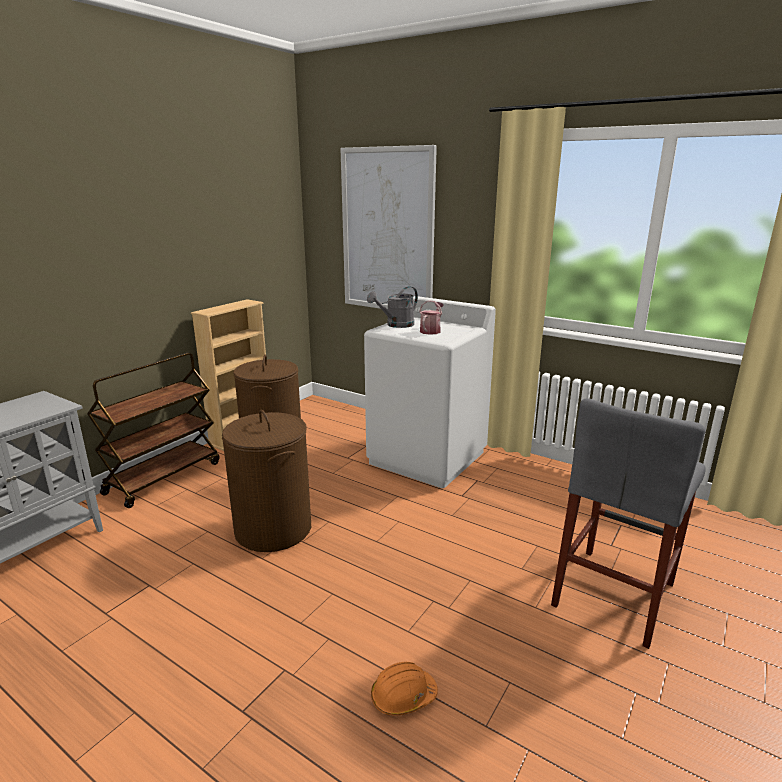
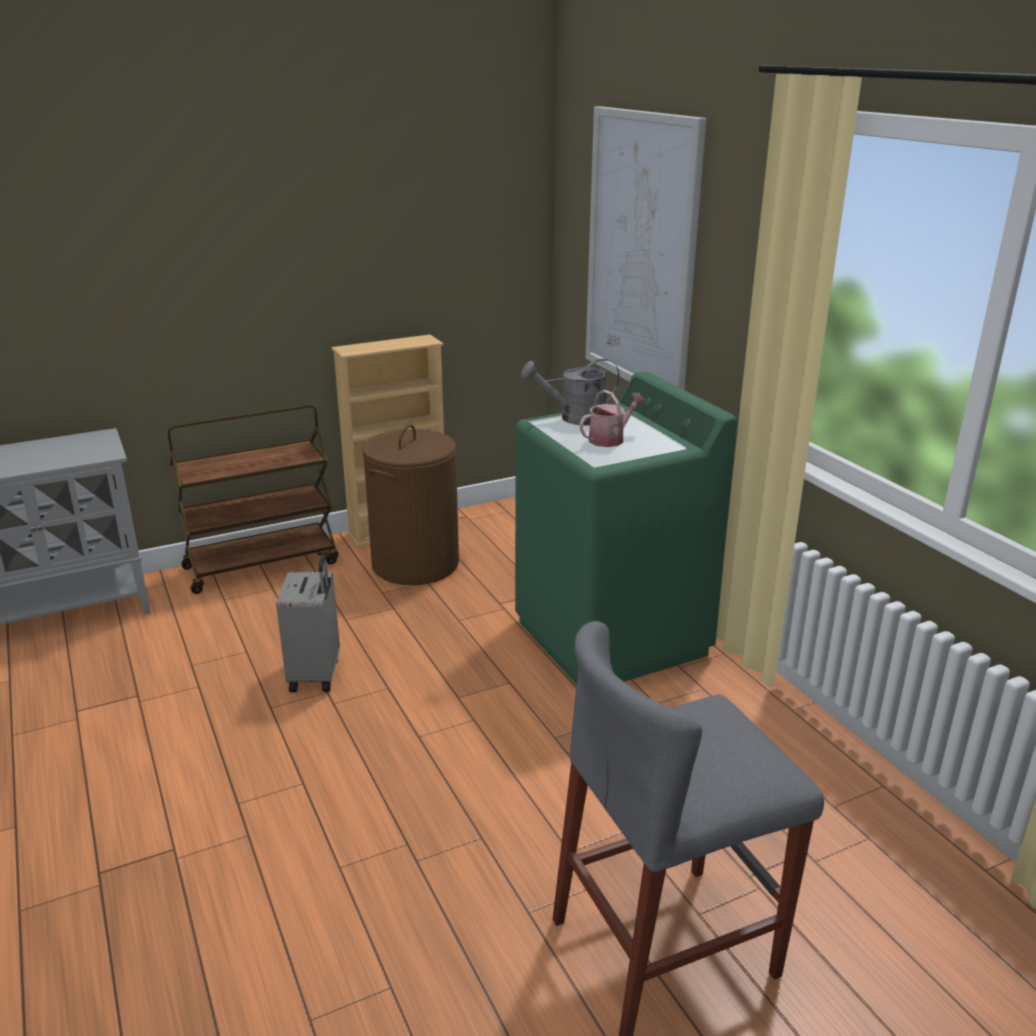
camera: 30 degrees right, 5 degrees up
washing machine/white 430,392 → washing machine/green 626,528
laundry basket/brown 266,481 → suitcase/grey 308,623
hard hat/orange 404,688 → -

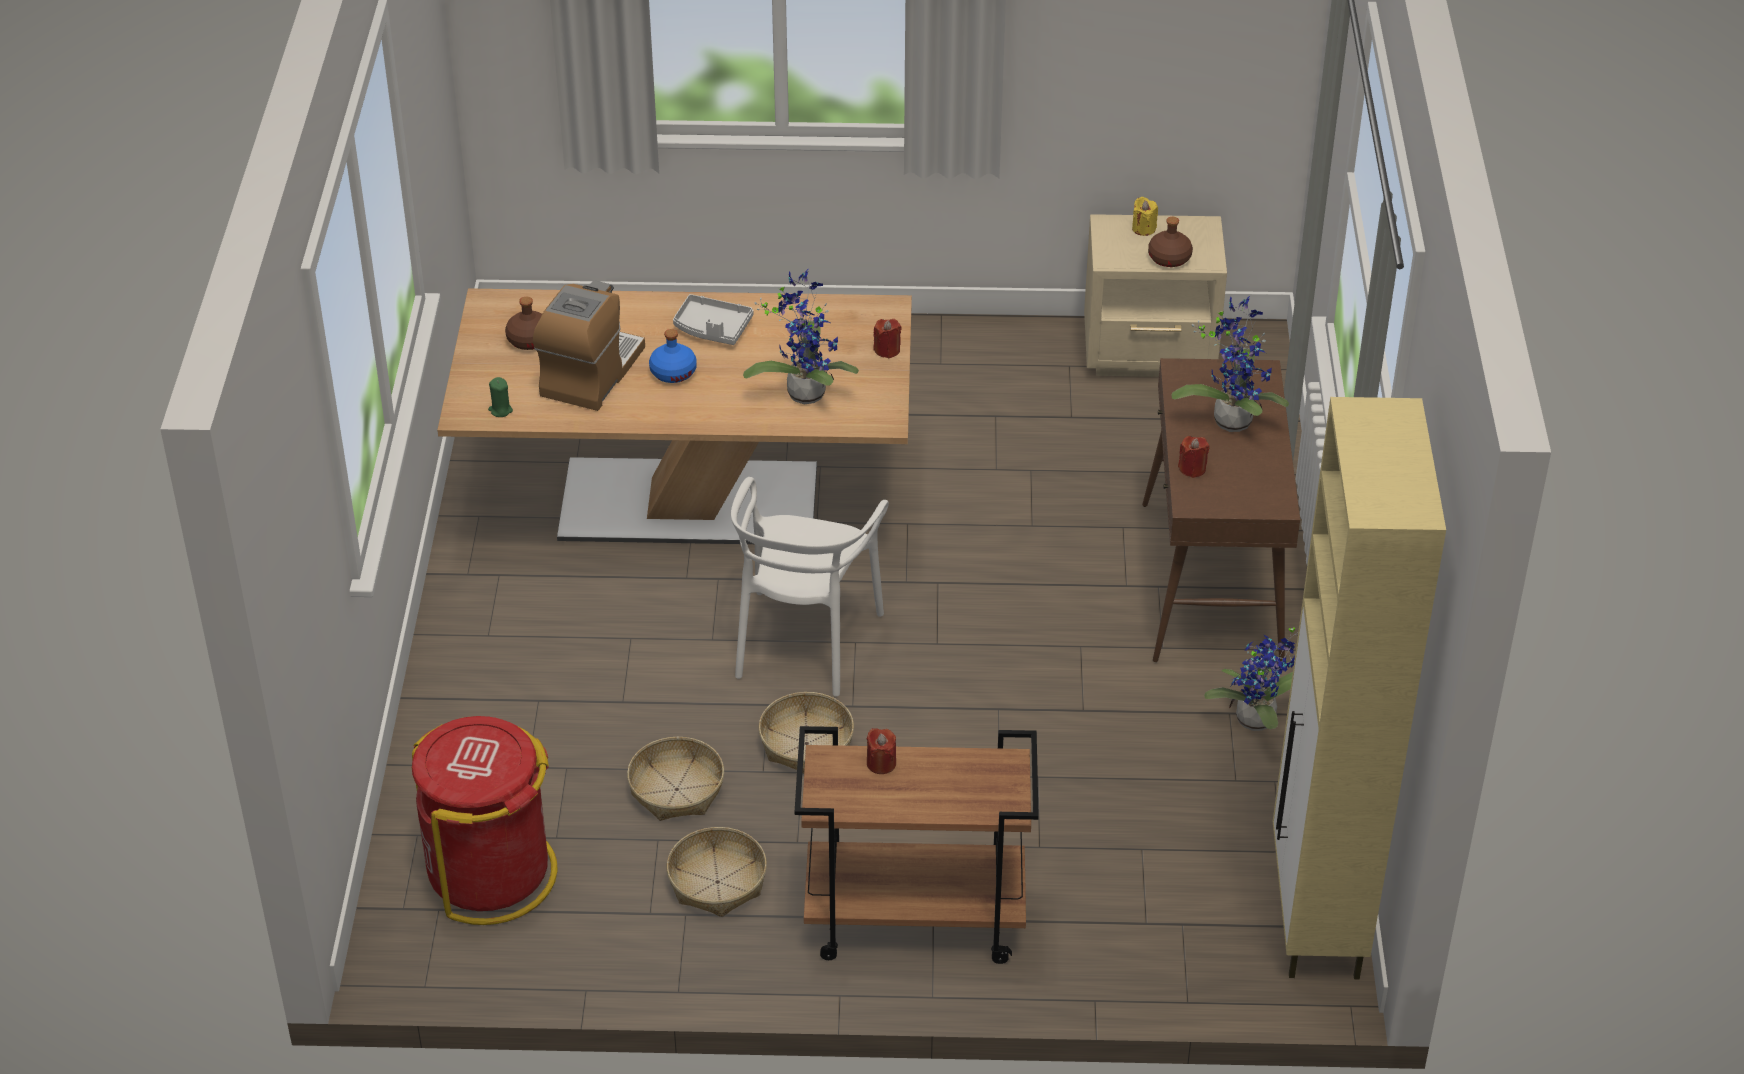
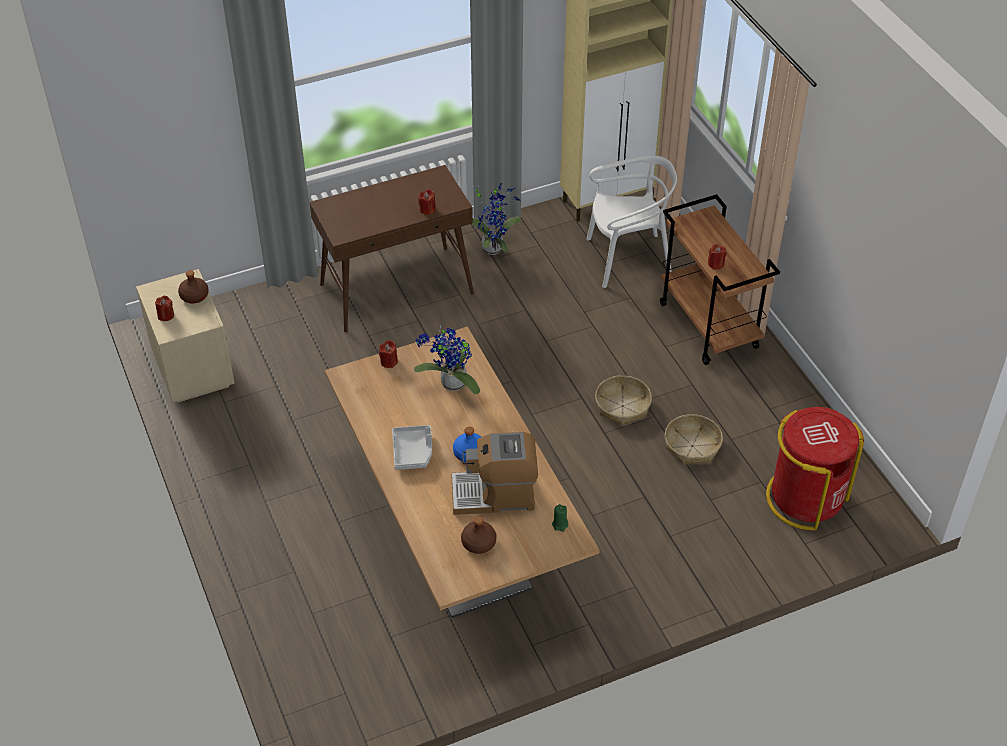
camera: 115 degrees left, 5 degrees up
candle/yellow 1145,216 → candle/red 164,308
potted plant 1230,364 → -
chair/white 810,586 → chair/white 632,222, shifted
basket 717,872 → -

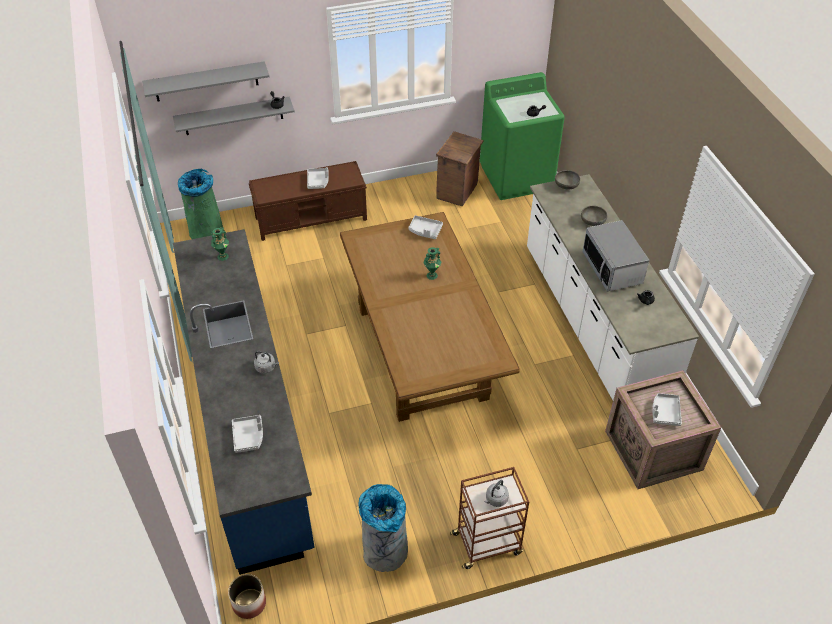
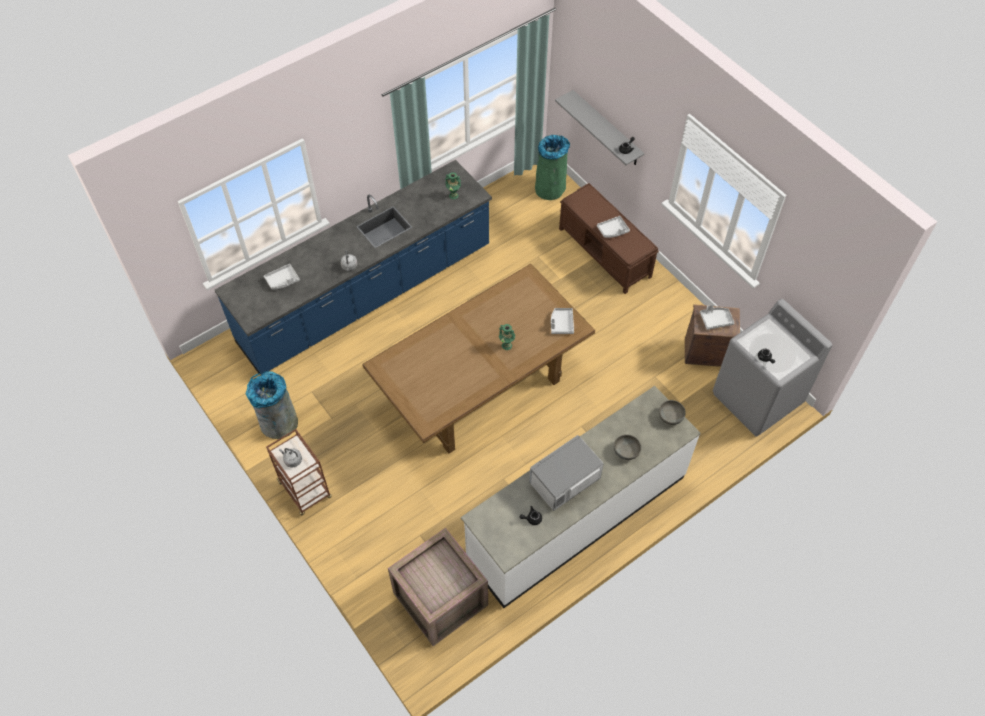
camera: 70 degrees right, 10 degrees up
shelf/grey 206,81 → -
washing machine/green 522,136 → washing machine/grey 772,368
tray/grey 667,409 → tray/grey 717,317, shifted
planter 247,596 → -

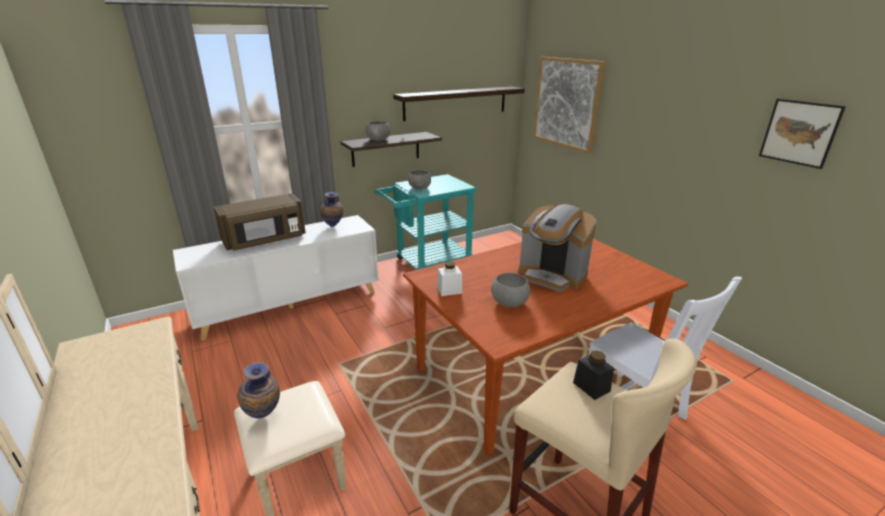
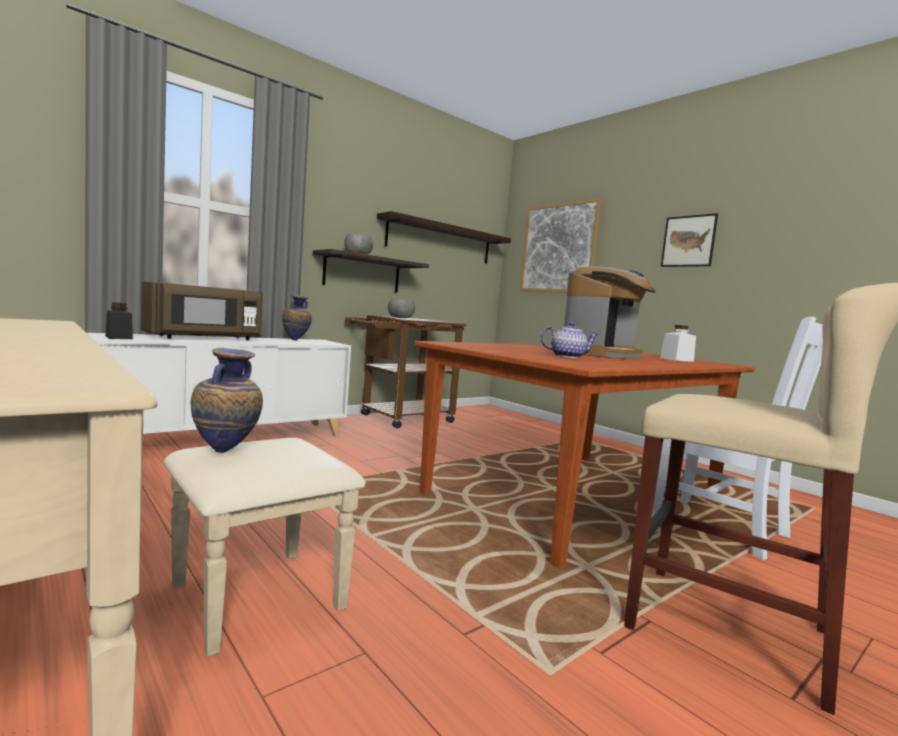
camera: 10 degrees left, 20 degrees down
picture 802,134 → picture 689,240, shifted
cart/turquoise 426,222 → cart/brown 406,372
coffee machine 557,248 → coffee machine 610,312, 75 degrees counterclockwise
jar/white 449,278 → jar/white 678,343, shifted
bowl/grey 510,290 → teapot 570,340
jar/black 593,375 → jar/black 119,320, shifted

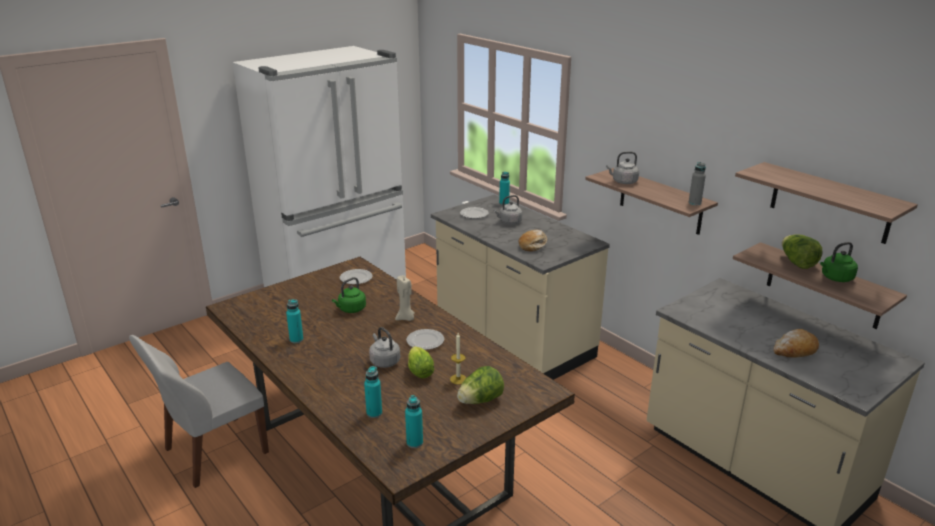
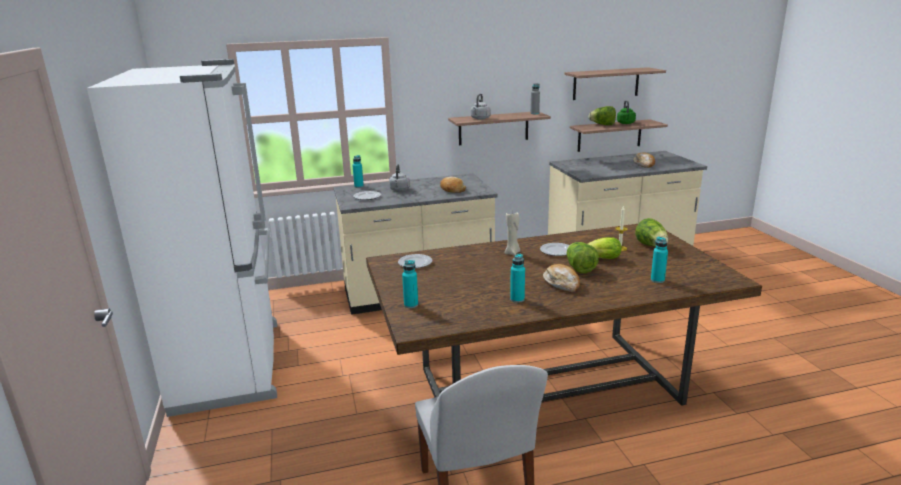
camera: 65 degrees left, 5 degrees down
kettle/green 349,295 → -
kettle/grey 384,347 → lettuce 583,257
bottle/turquoise 414,421 → bottle/turquoise 410,284, shifted
- → bread 561,278

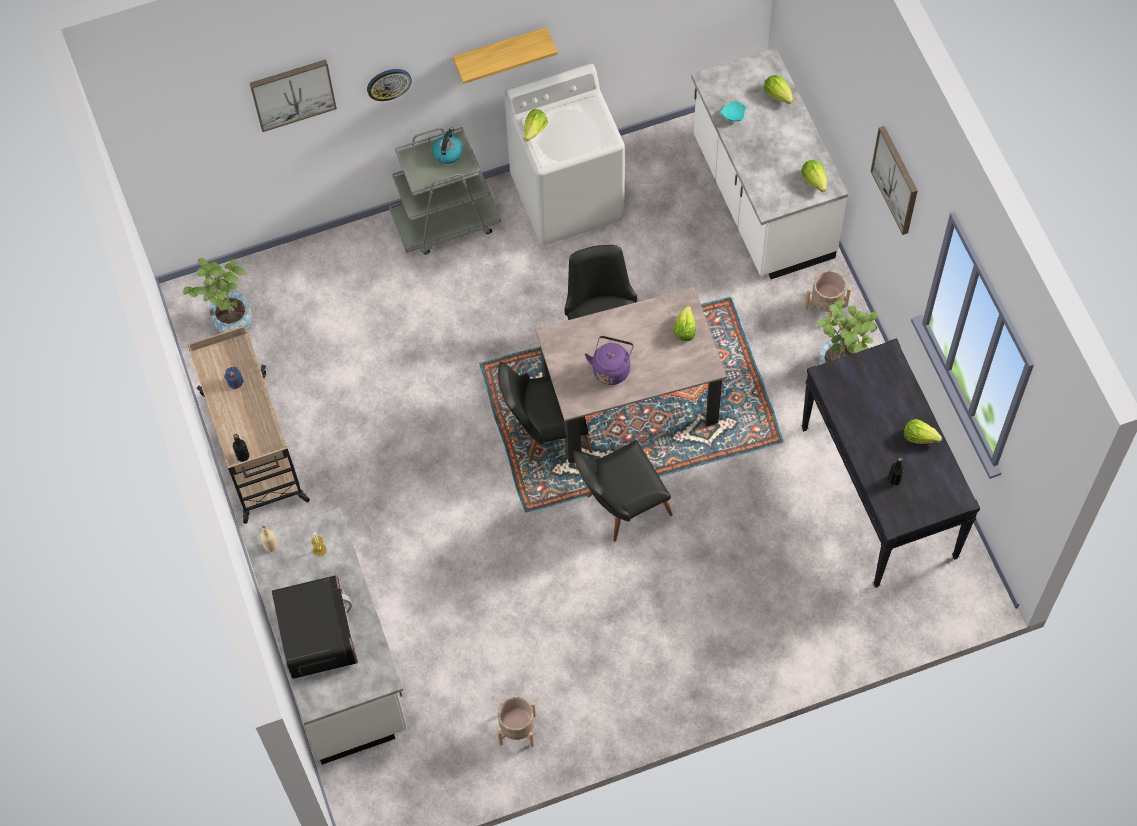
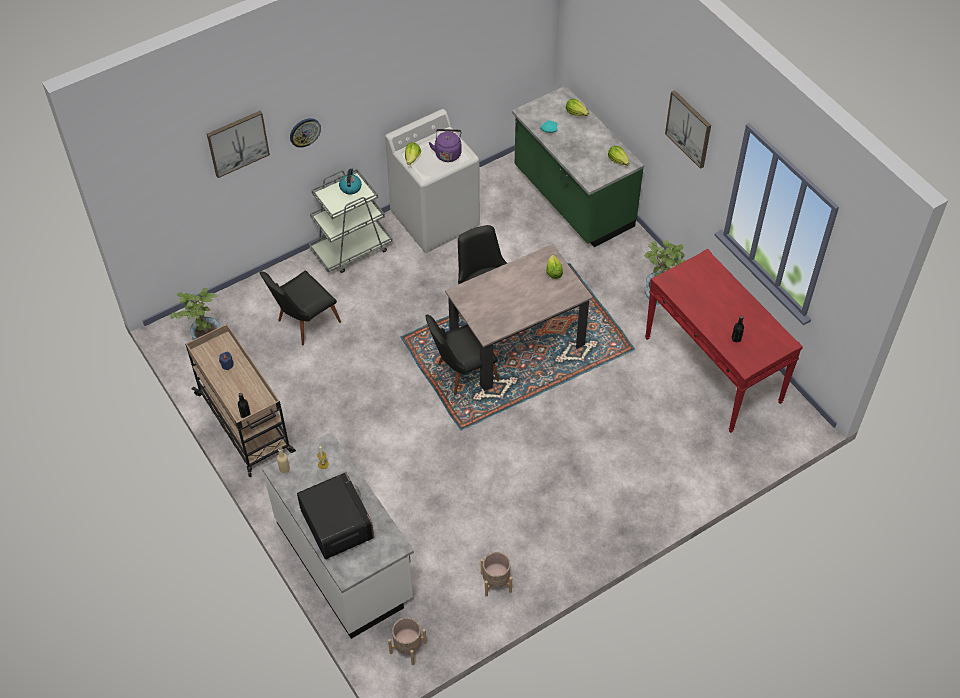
camera: 15 degrees left, 10 degrees down
shelf 505,55 → -
counter/white 769,163 → counter/green 578,166
planter/beige 827,296 → planter/beige 407,641, shifted
kettle/purple 609,360 → kettle/purple 445,145, shifted
console table/black 890,463 → console table/red 724,341
lettuce 922,431 → -
chair/black 623,491 → chair/black 300,308, shifted

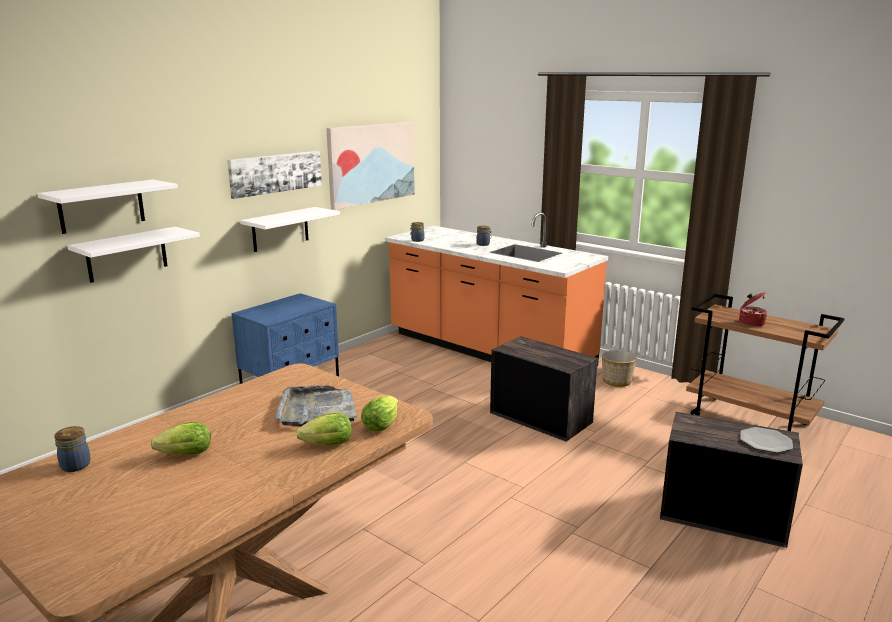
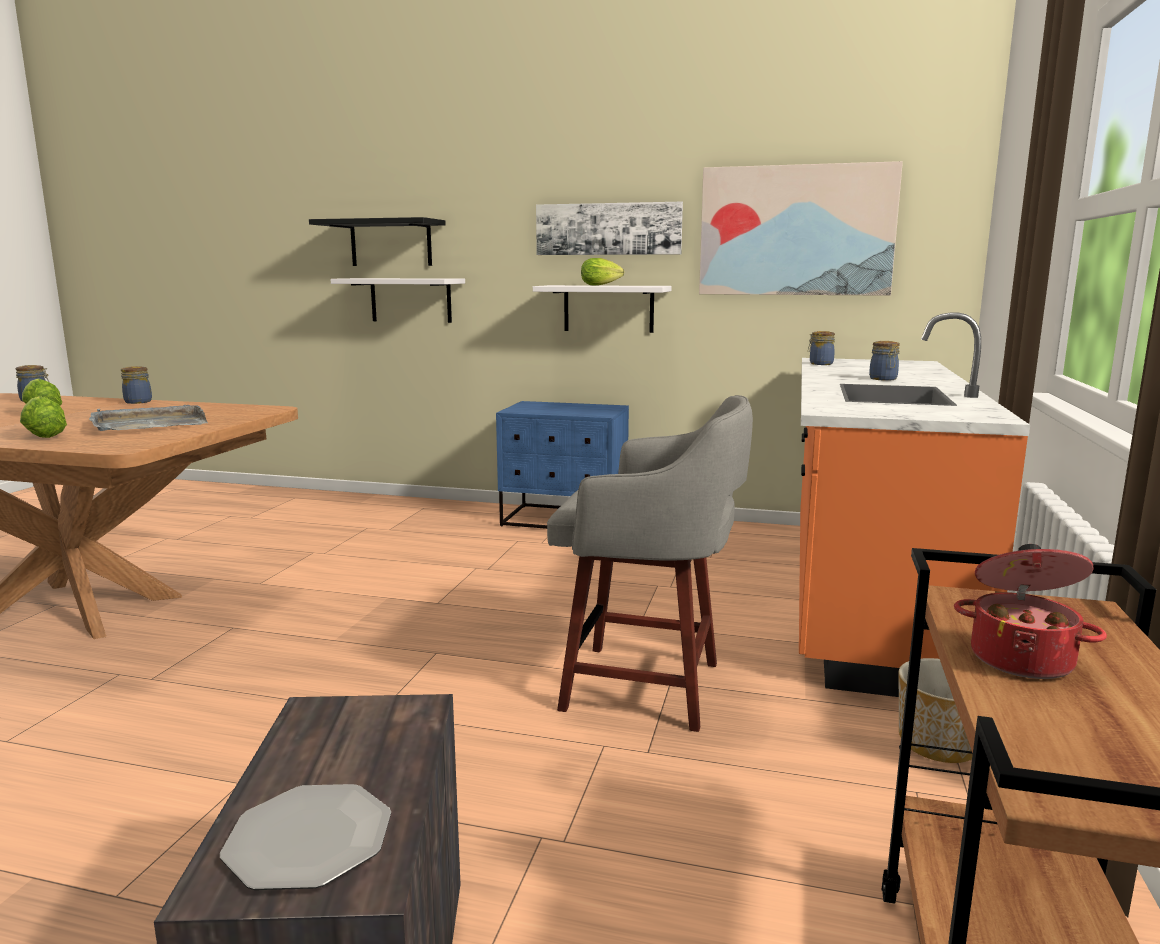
camera: 65 degrees right, 5 degrees down
shelf/white 107,206 → shelf/black 377,241
crate 544,389 → stool/grey 650,563
lettuce 379,413 → lettuce 602,272, shifted
- → jar 136,385

